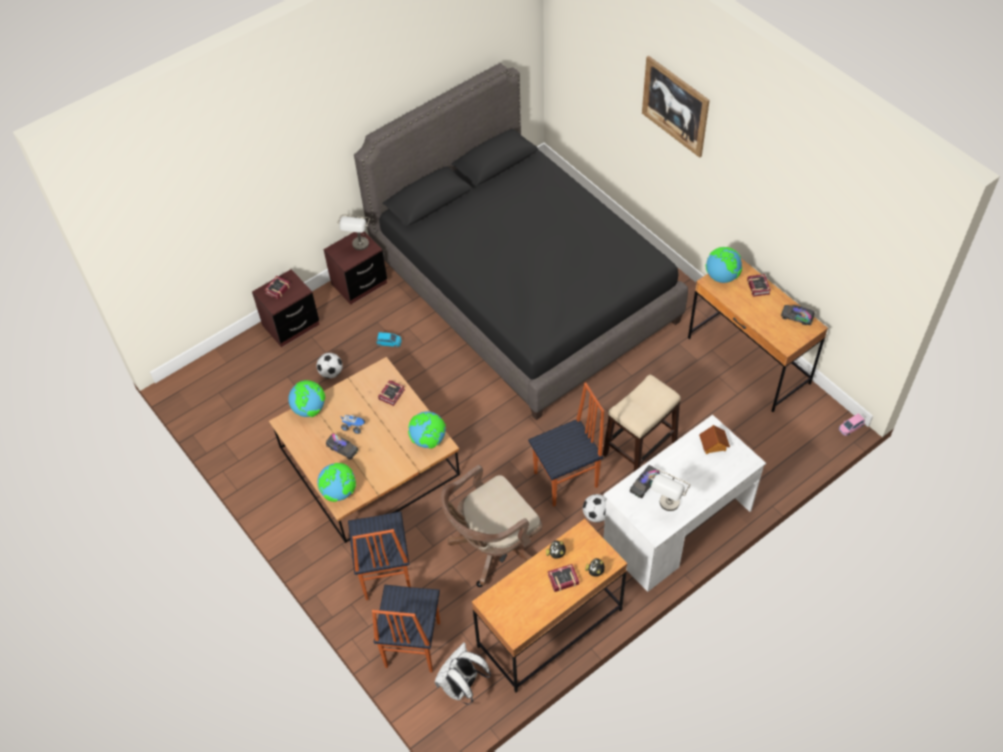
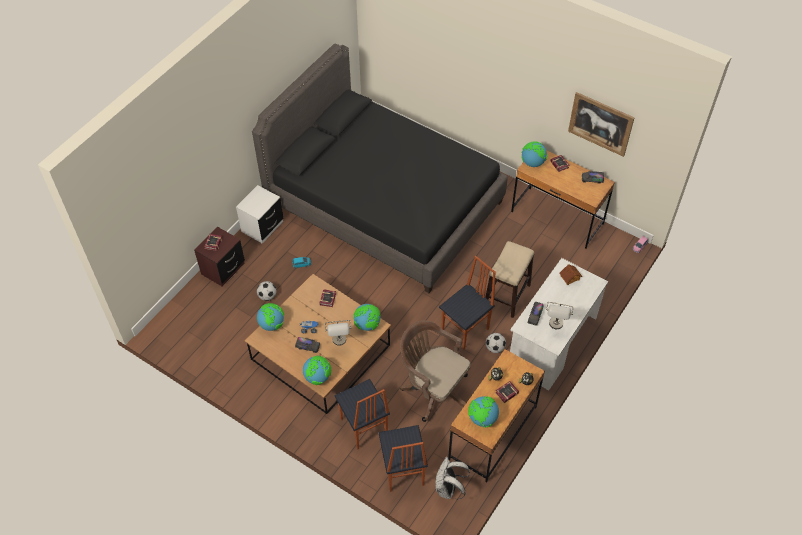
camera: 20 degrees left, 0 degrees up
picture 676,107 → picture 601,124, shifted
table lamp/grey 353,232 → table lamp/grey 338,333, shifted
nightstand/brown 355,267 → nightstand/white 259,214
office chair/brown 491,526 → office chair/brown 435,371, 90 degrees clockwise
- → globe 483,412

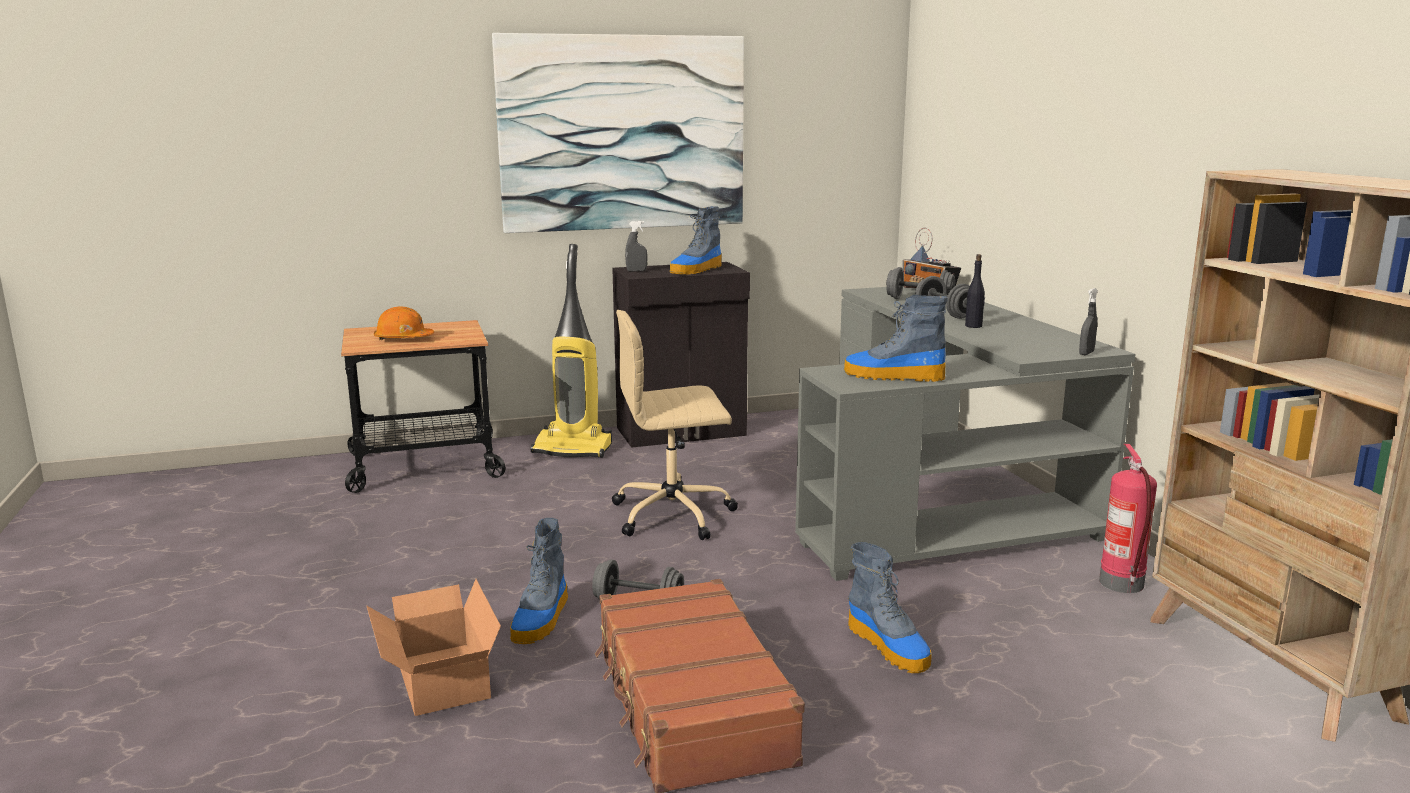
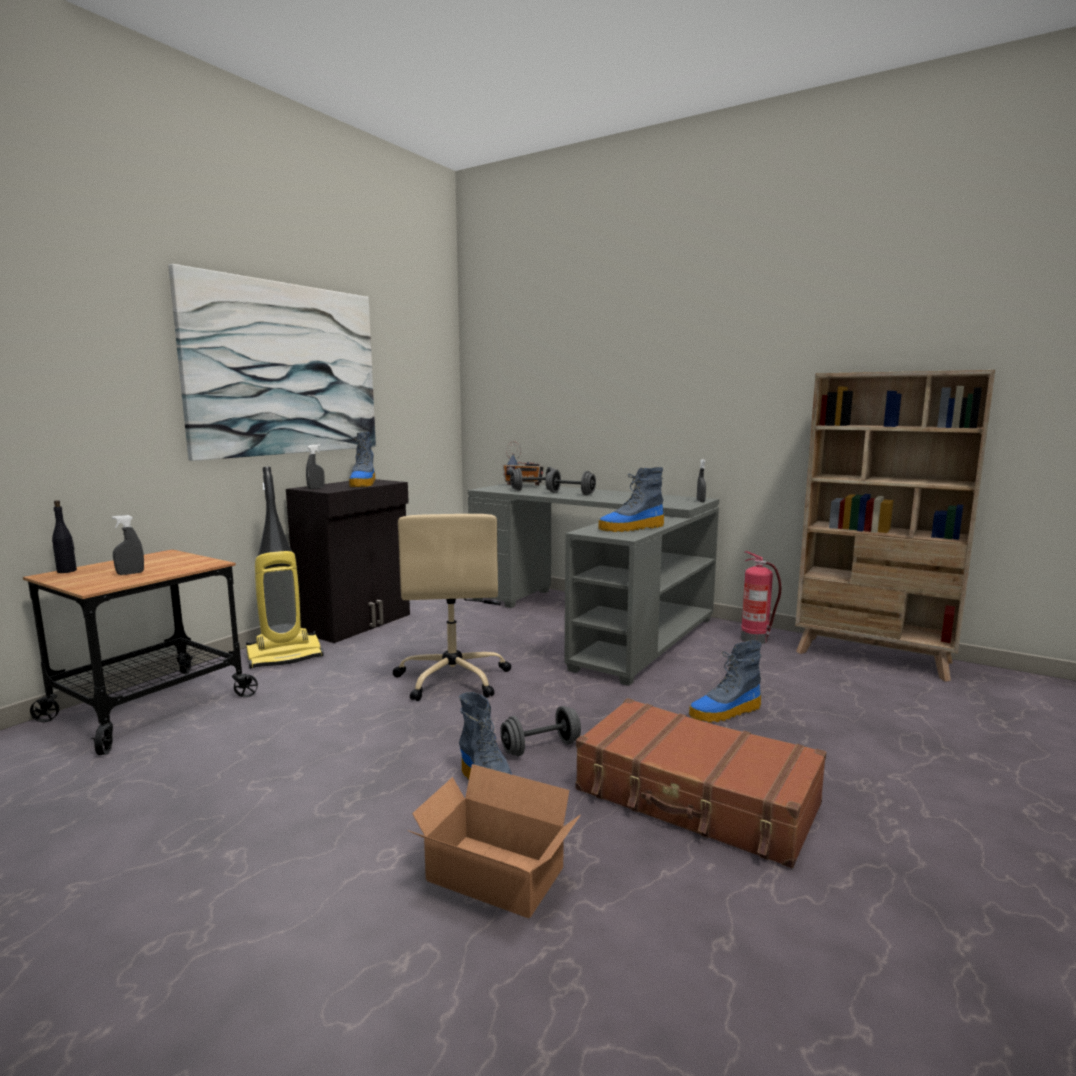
camera: 40 degrees left, 5 degrees down
bottle/black 975,291 → bottle/black 64,536, shifted
hard hat/orange 404,323 → spray bottle/grey 128,545
office chair/beige 675,425 → office chair/beige 451,607, 45 degrees counterclockwise
boot 890,607 → boot 725,681, 135 degrees clockwise

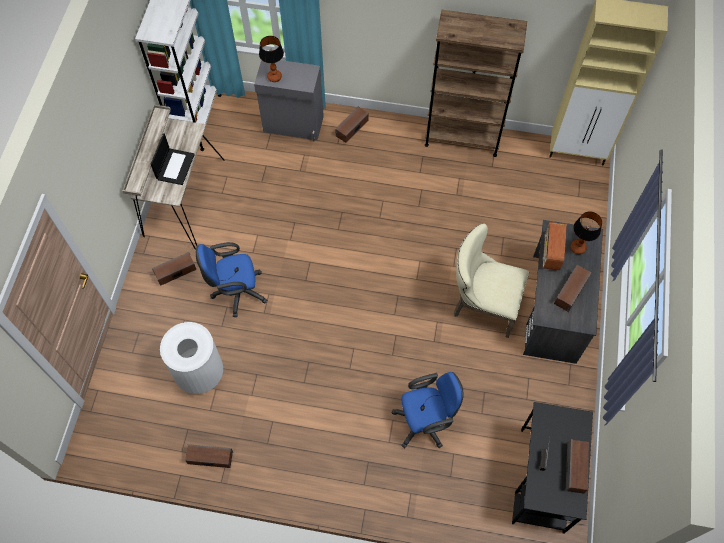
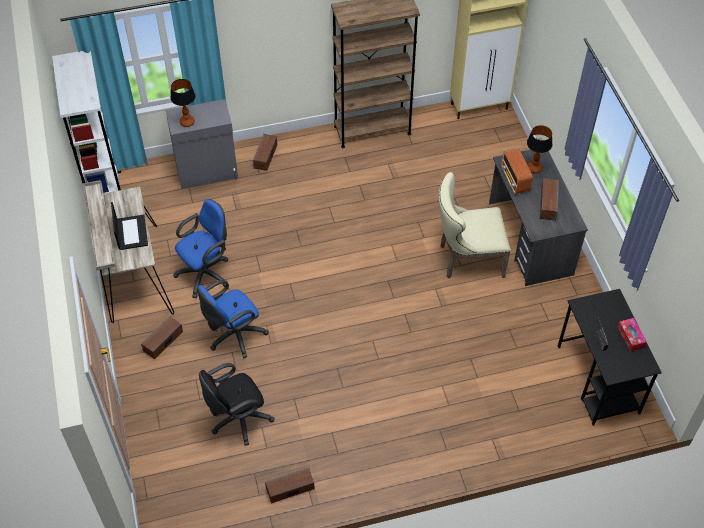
camera: 25 degrees left, 10 degrees down
trash can/white 191,358 → office chair/black 237,404
office chair/blue 428,410 → office chair/blue 200,248, shifted
speaker 577,466 → tissue box 632,334

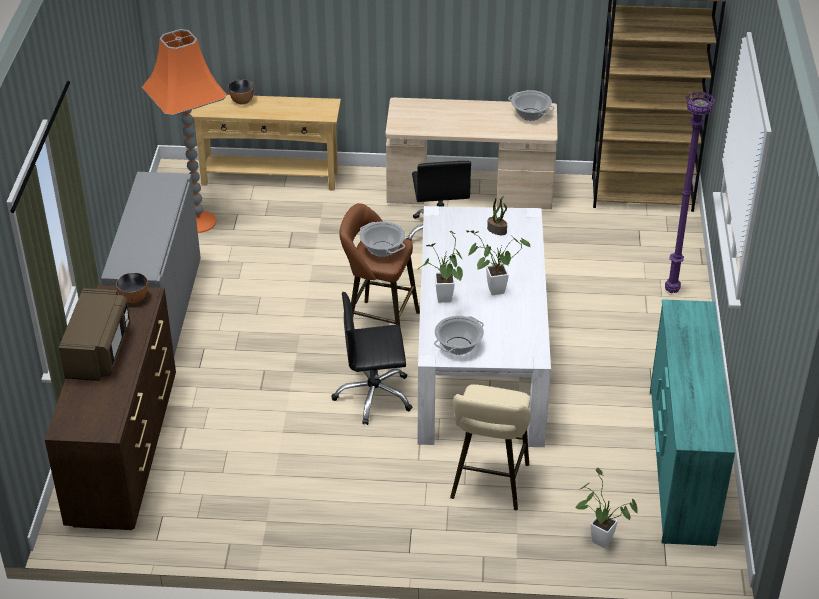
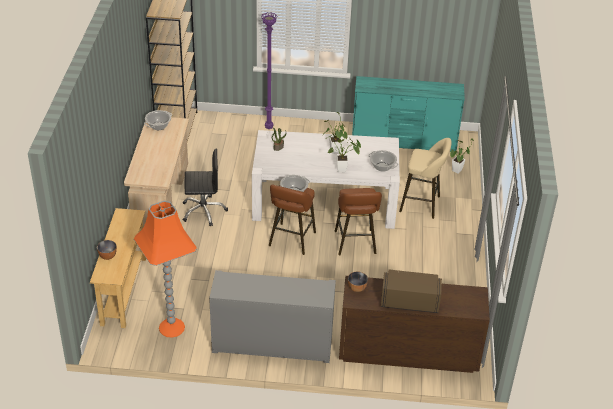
camera: 90 degrees left, 0 degrees up
office chair/black 372,358 → stool/brown 358,221

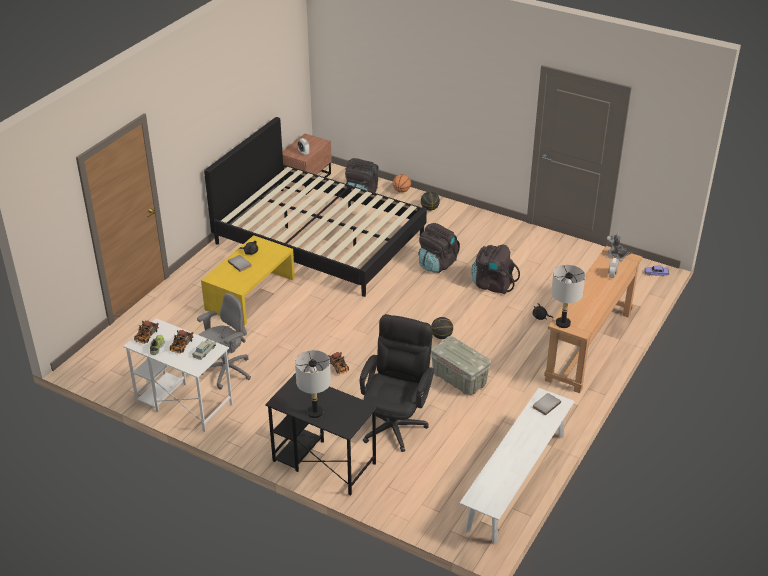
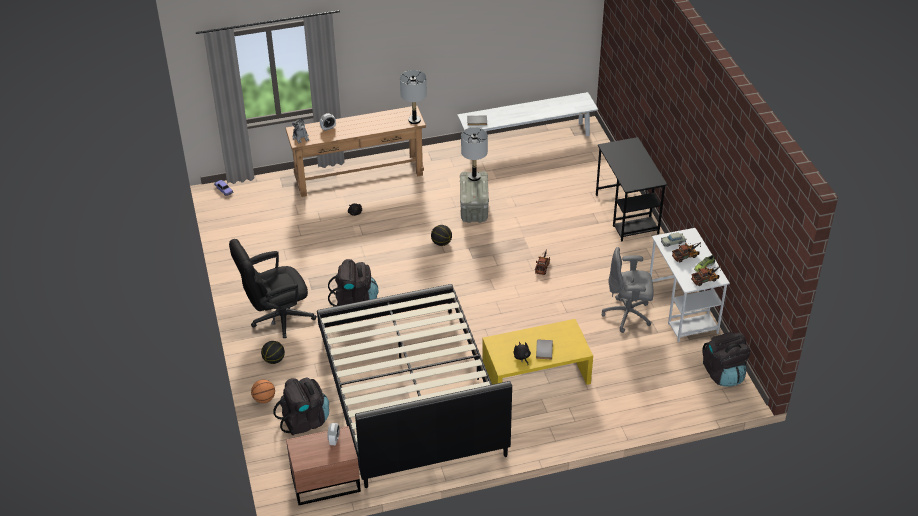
camera: 135 degrees left, 5 degrees up
backpack/black 496,269 → backpack/black 726,359, shifted
office chair/black 397,383 → office chair/black 273,288, shifted
table lamp/grey 313,384 → table lamp/grey 474,154, shifted

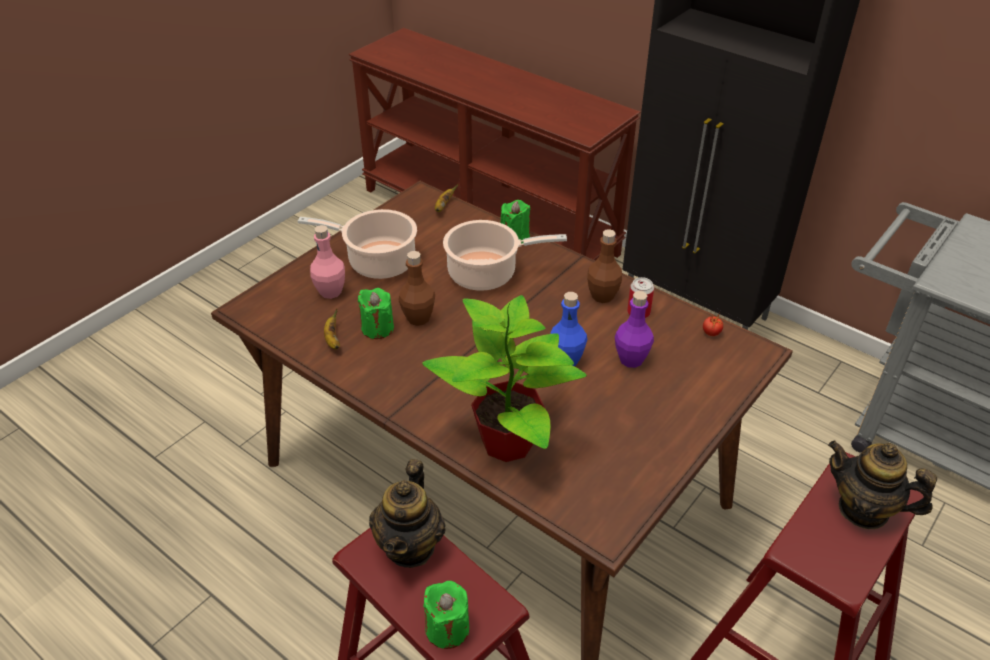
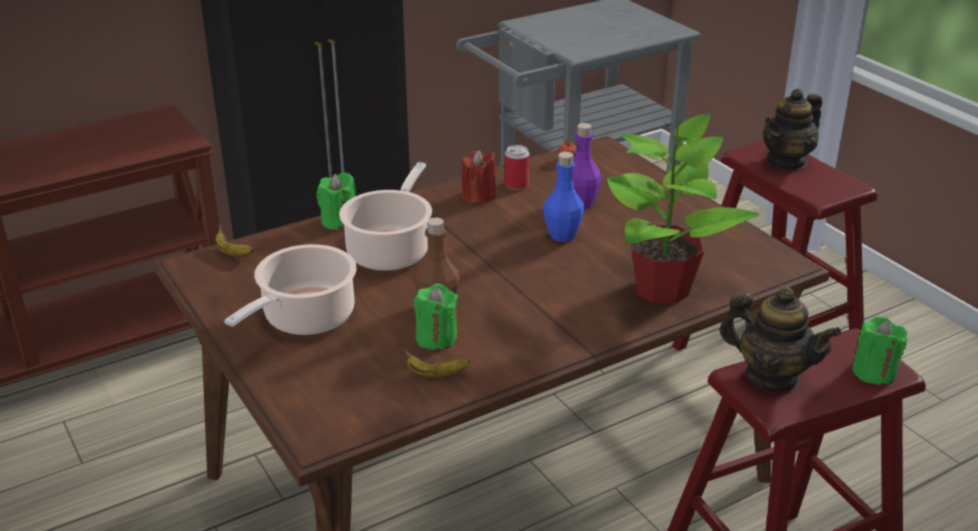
camera: 70 degrees left, 10 degrees down
bottle/pink 327,262 → -
bottle/brown 604,266 → candle/red 479,177

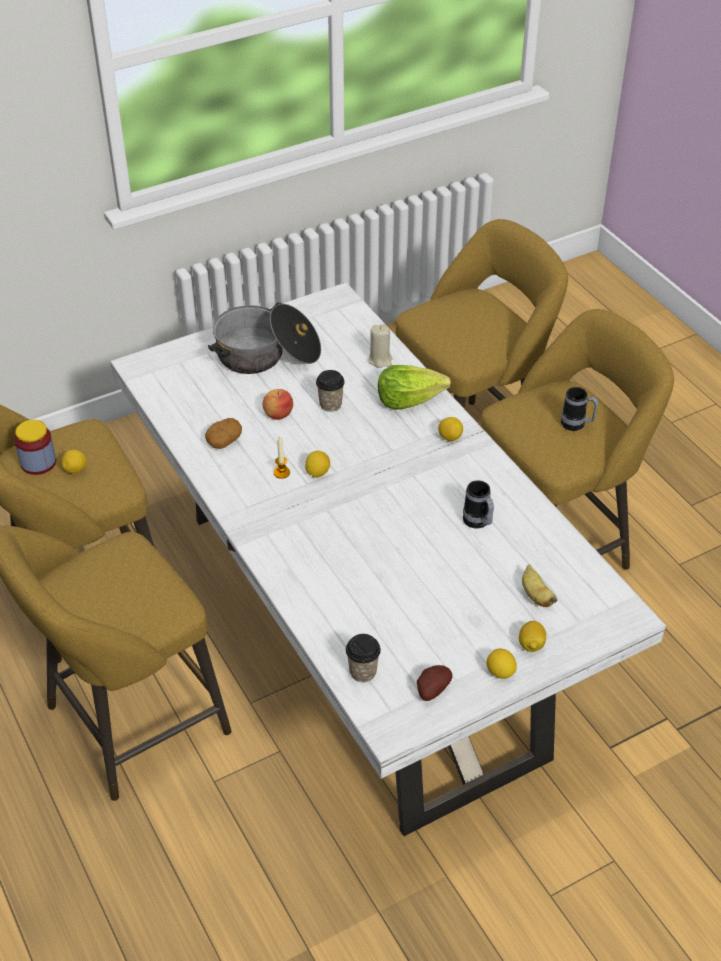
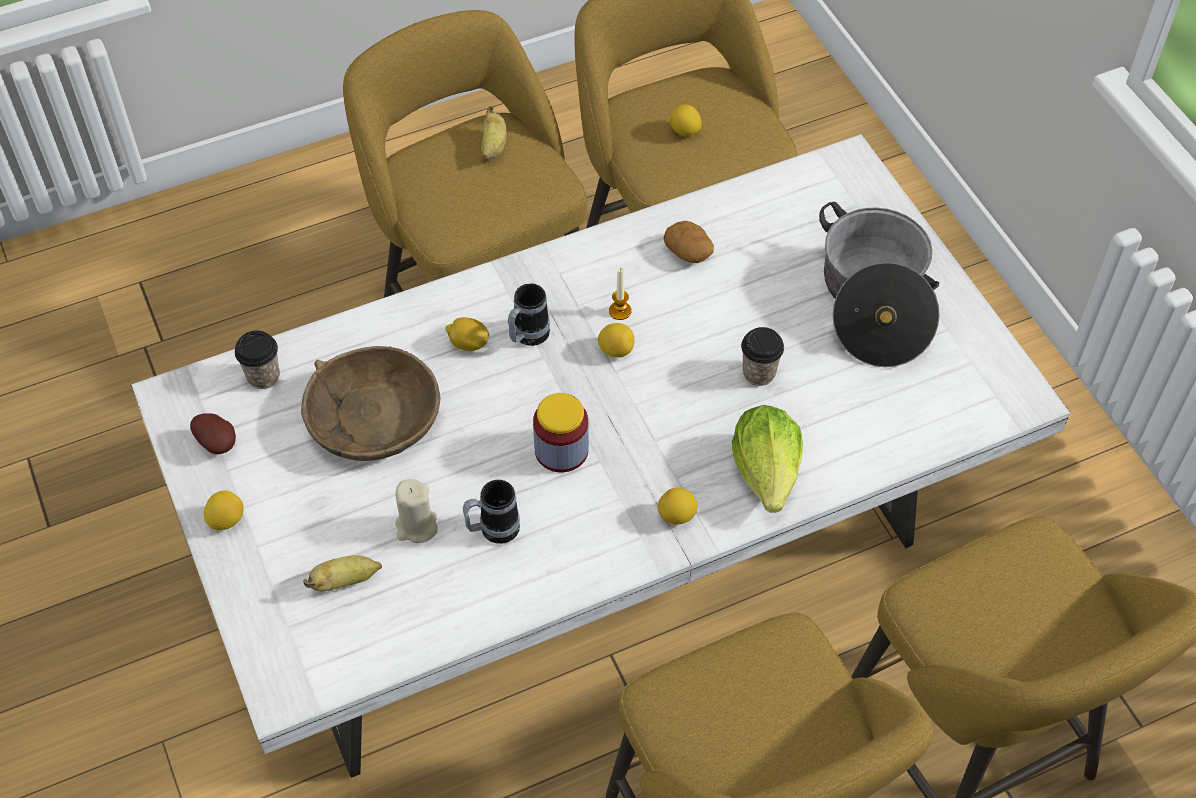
camera: 95 degrees right, 10 degrees up
candle/beige 380,346 → candle/beige 416,511, shifted
mug 579,409 → mug 529,314, shifted
apple 278,404 → -
jar 35,447 → jar 561,432, shifted
lemon 532,636 → lemon 467,334, shifted
- → banana 494,132
- → bowl/brown 370,403

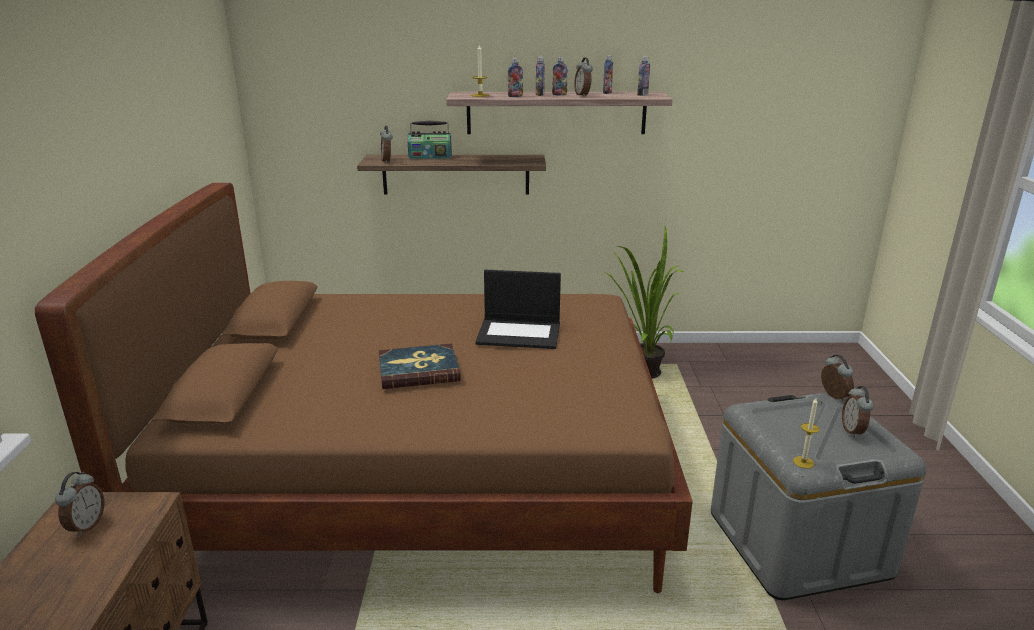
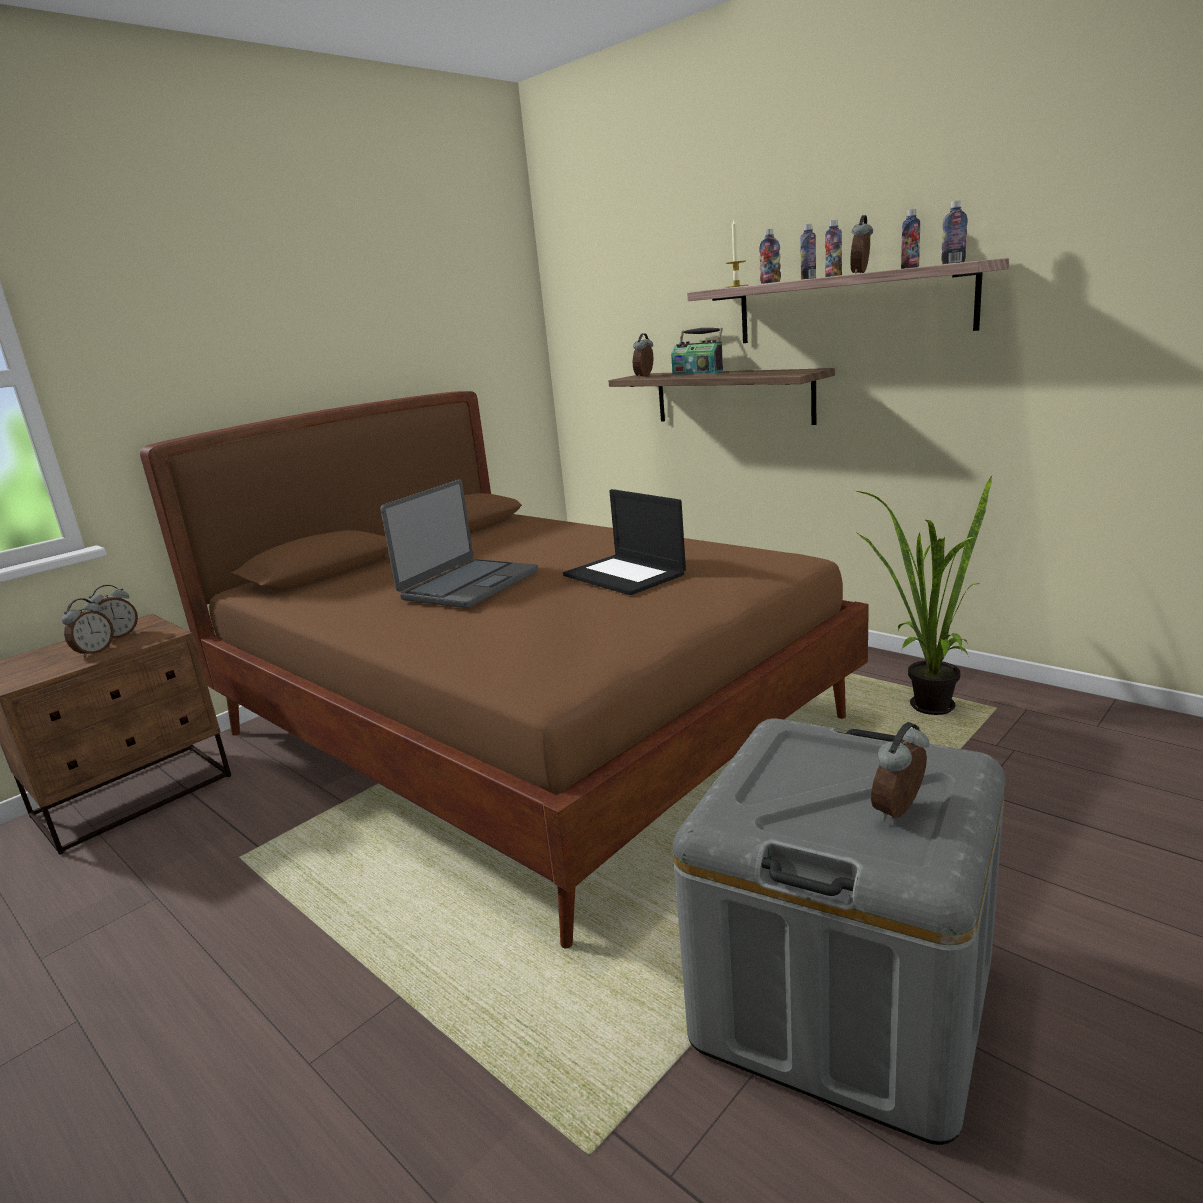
camera: 45 degrees right, 5 degrees down
book 420,366 → laptop 459,543
alarm clock 837,378 → alarm clock 88,628, shifted
candle 806,433 → -

